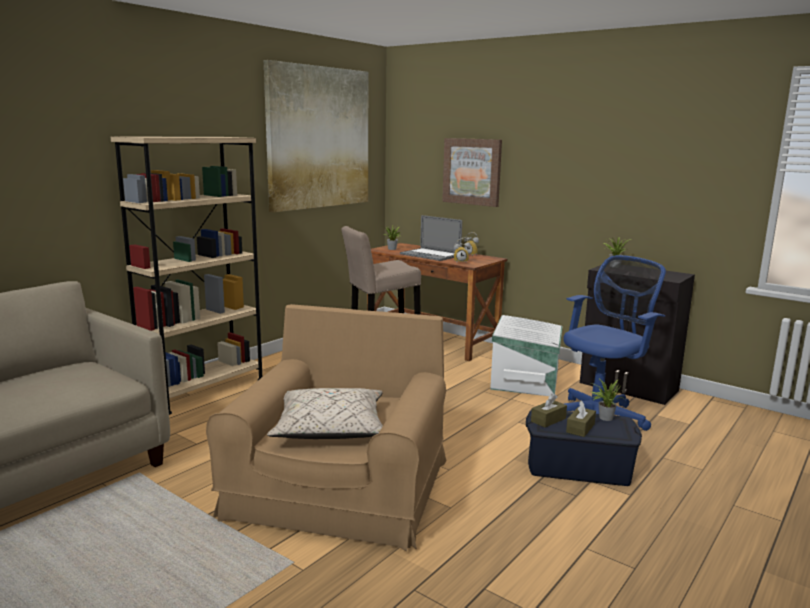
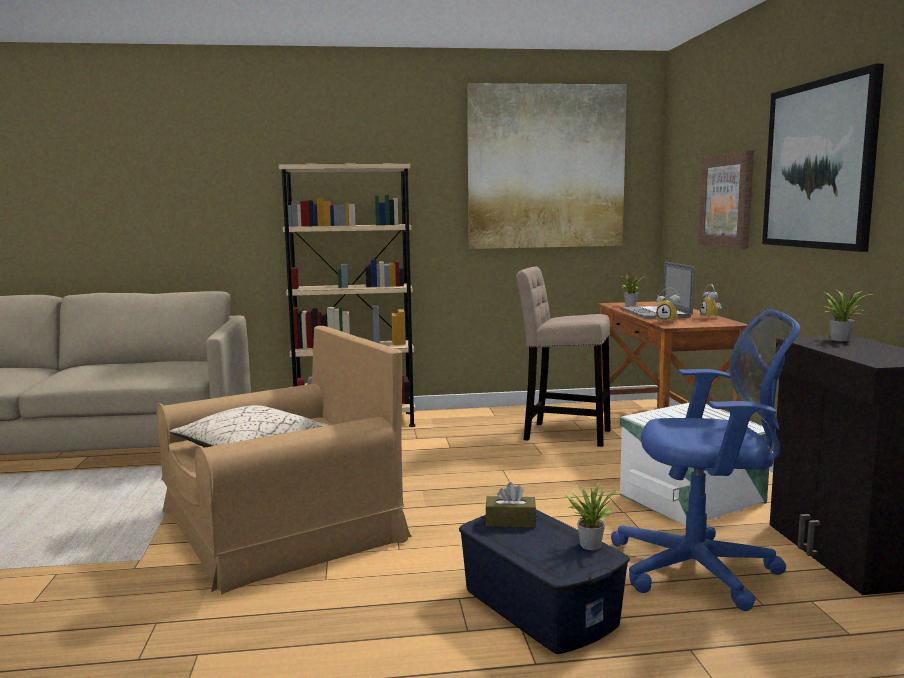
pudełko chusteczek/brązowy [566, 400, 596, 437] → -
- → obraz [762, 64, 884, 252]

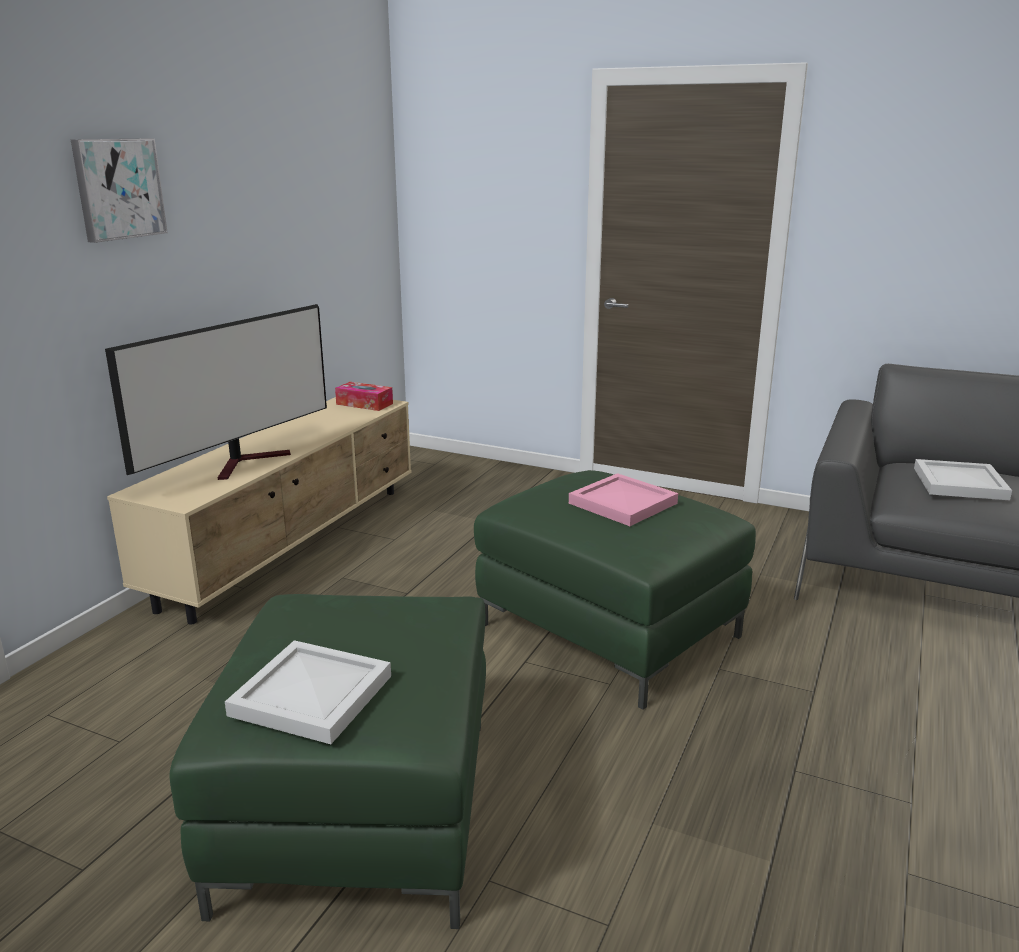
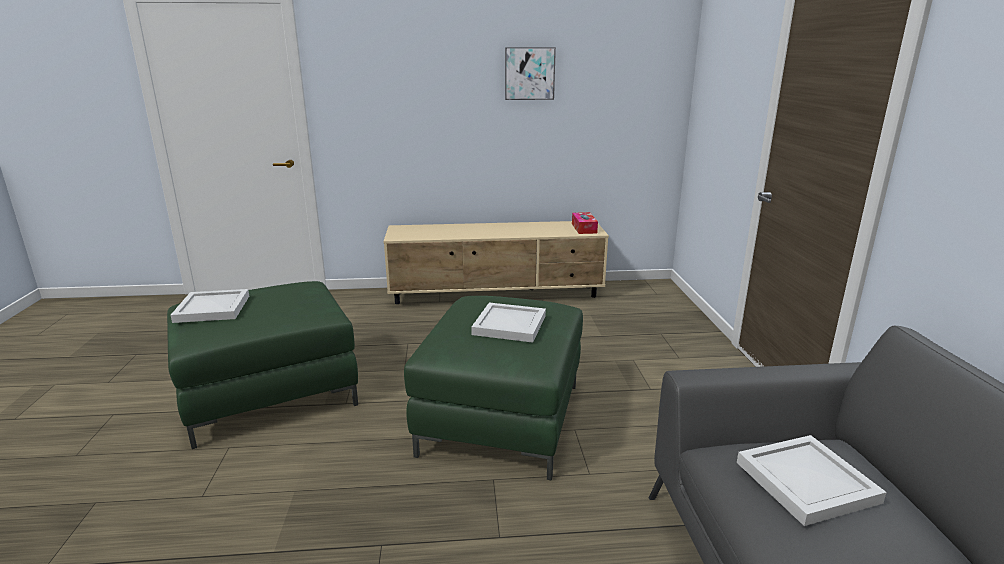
obraz [71, 139, 168, 243] → obraz [505, 47, 556, 100], moved
telewizor [105, 304, 327, 480] → -
taca/różowy [569, 473, 678, 526] → taca/biały [471, 303, 546, 343]

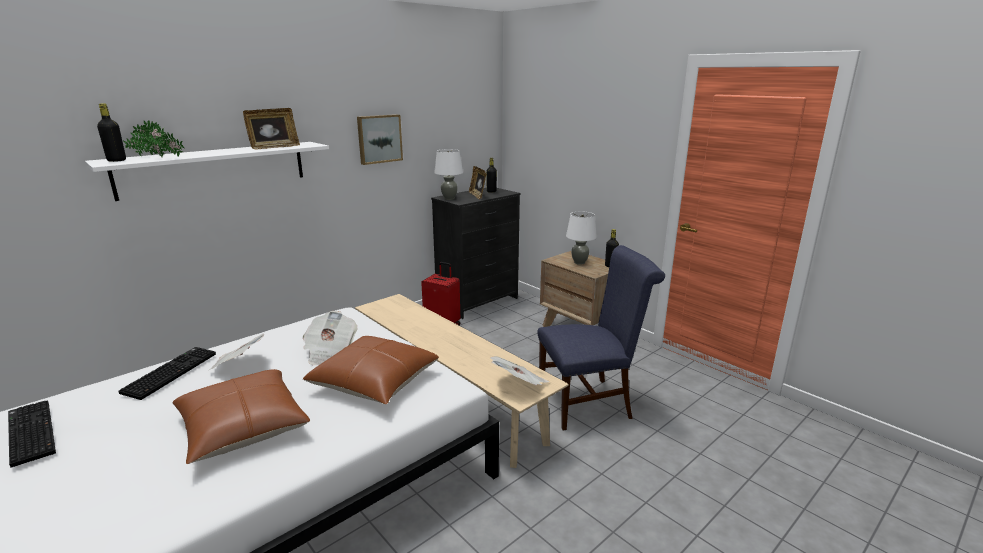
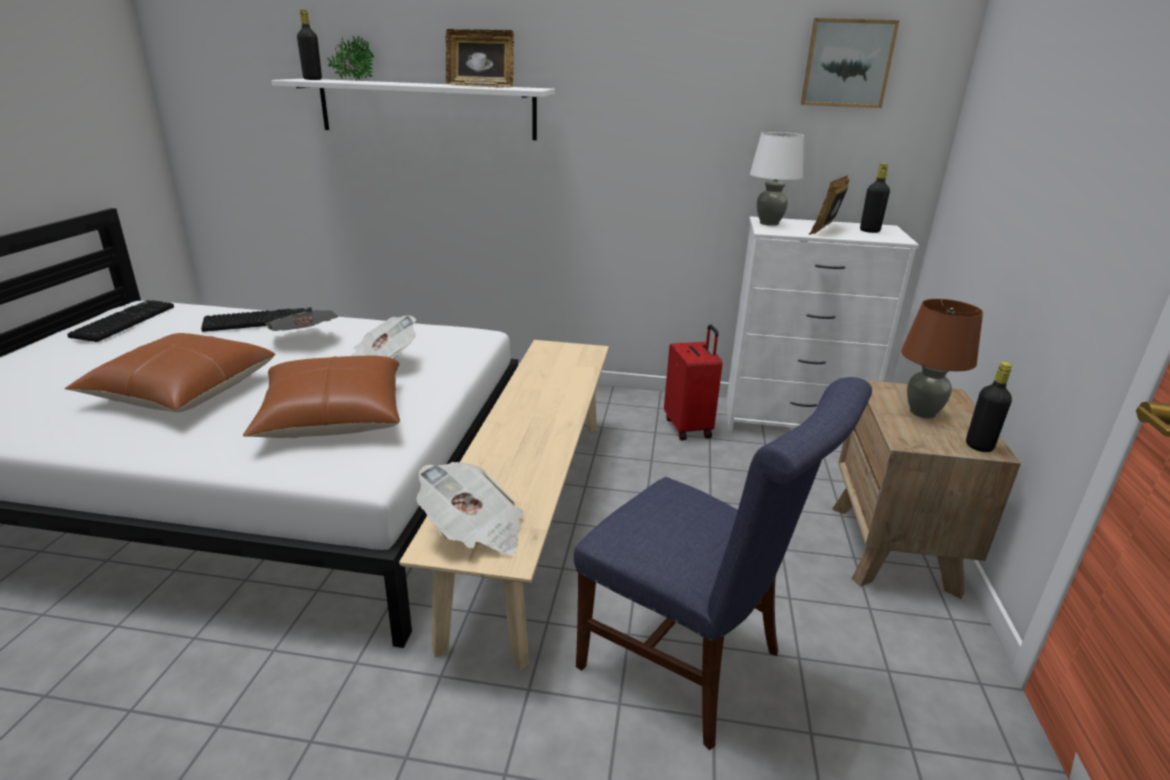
obraz [357, 114, 403, 165] → obraz [801, 18, 900, 108], moved
komoda/czarny [431, 188, 521, 319] → komoda/biały [726, 216, 919, 433]
lampa stołowa/biały [566, 211, 597, 265] → lampa stołowa/brązowy [901, 299, 983, 418]

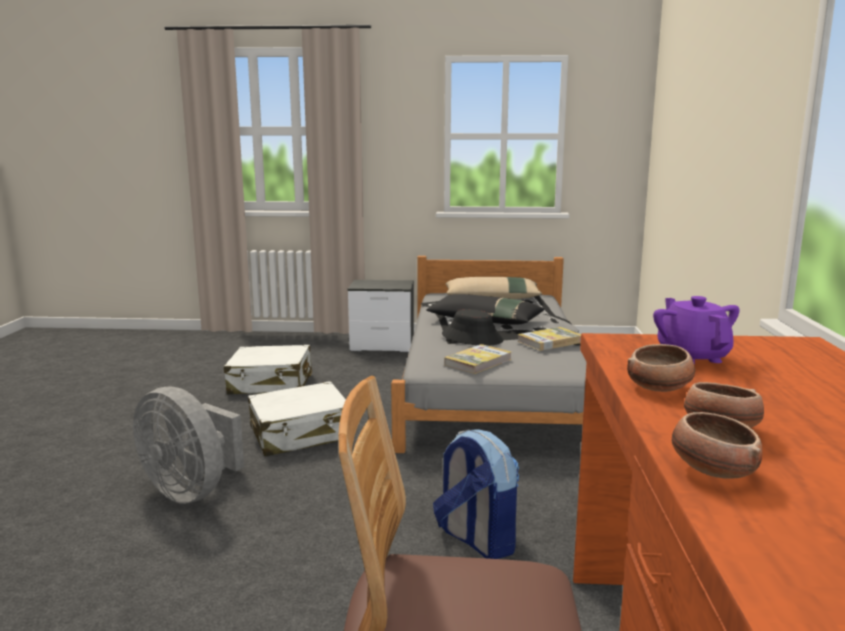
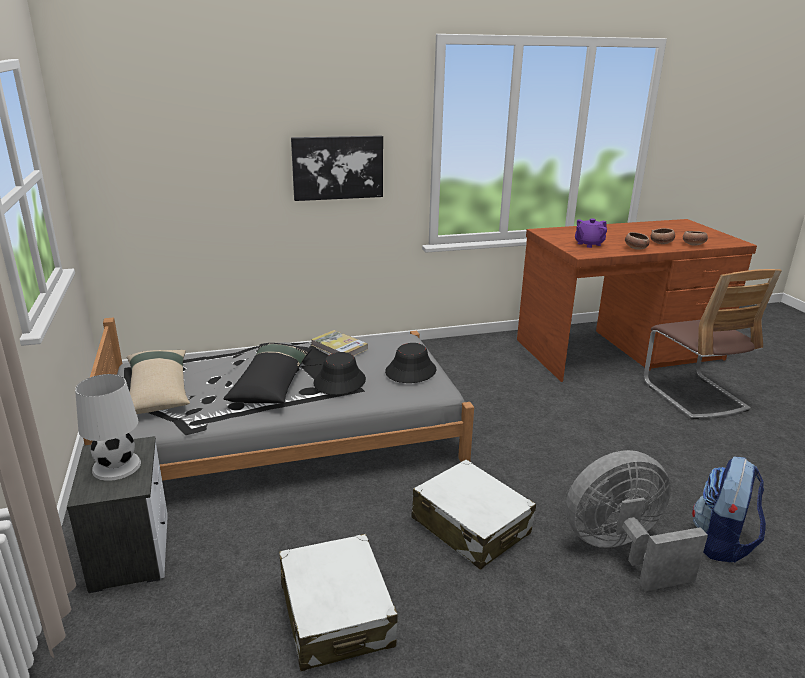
książka [444, 344, 512, 374] → kapelusz/czarny [385, 343, 436, 383]
wentylator/szary [133, 386, 244, 504] → wentylator/szary [566, 450, 708, 591], 120 degrees counterclockwise
plecak [433, 429, 519, 559] → plecak [692, 456, 766, 562], moved
- → obraz [291, 135, 383, 201]
- → lampa stołowa/biały [75, 374, 141, 481]

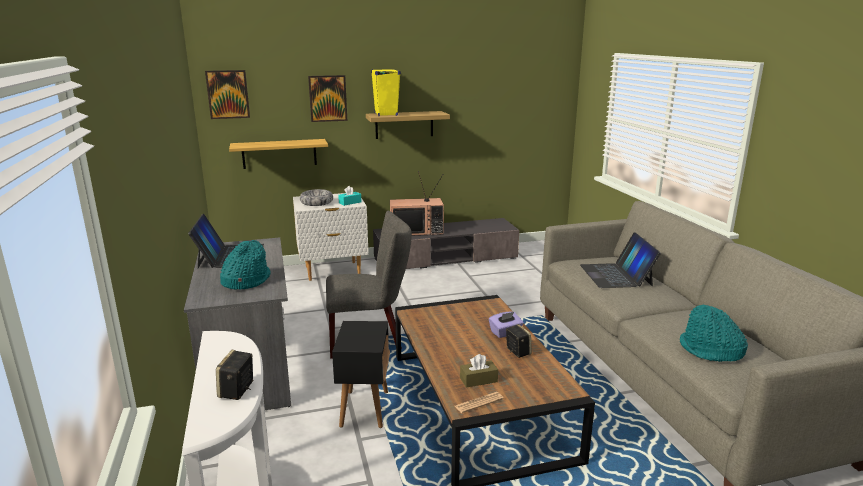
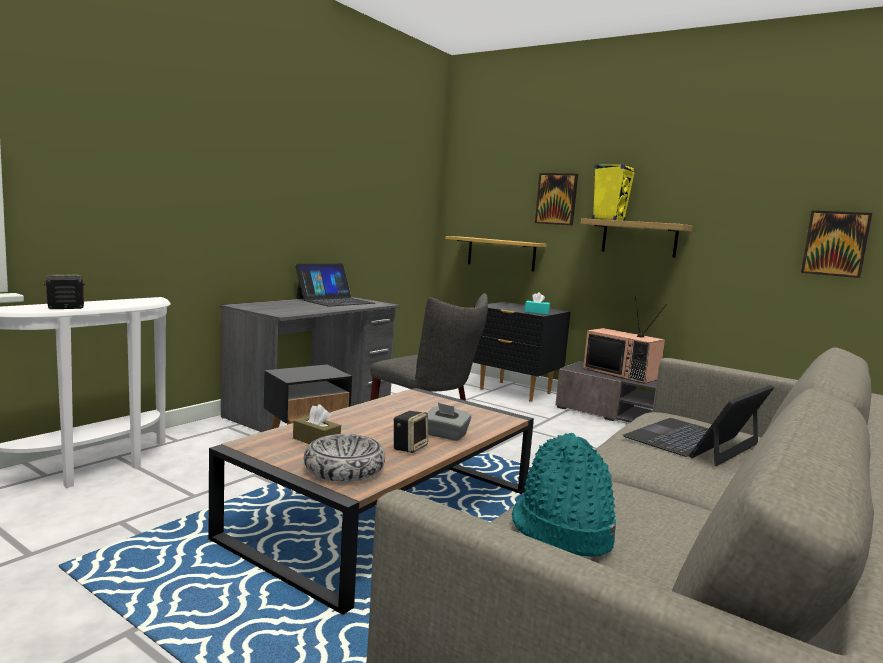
obraz [205, 70, 250, 119] → obraz [801, 210, 872, 278], moved
miska [300, 189, 333, 206] → miska [304, 434, 385, 482], moved
szafka nocna/biały [293, 193, 369, 281] → szafka nocna/czarny [473, 302, 571, 402]
kapelusz/turkusowy [220, 240, 271, 289] → -
pudełko chusteczek/fioletowy [489, 312, 524, 338] → pudełko chusteczek/szary [428, 403, 471, 441]
gazeta [455, 392, 504, 413] → -

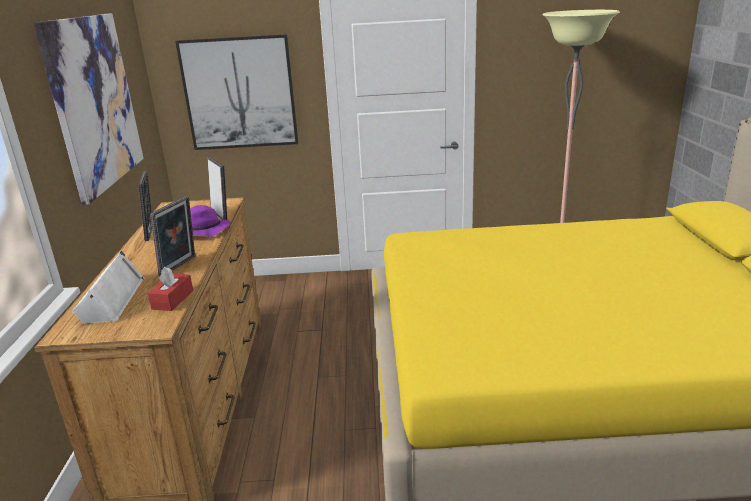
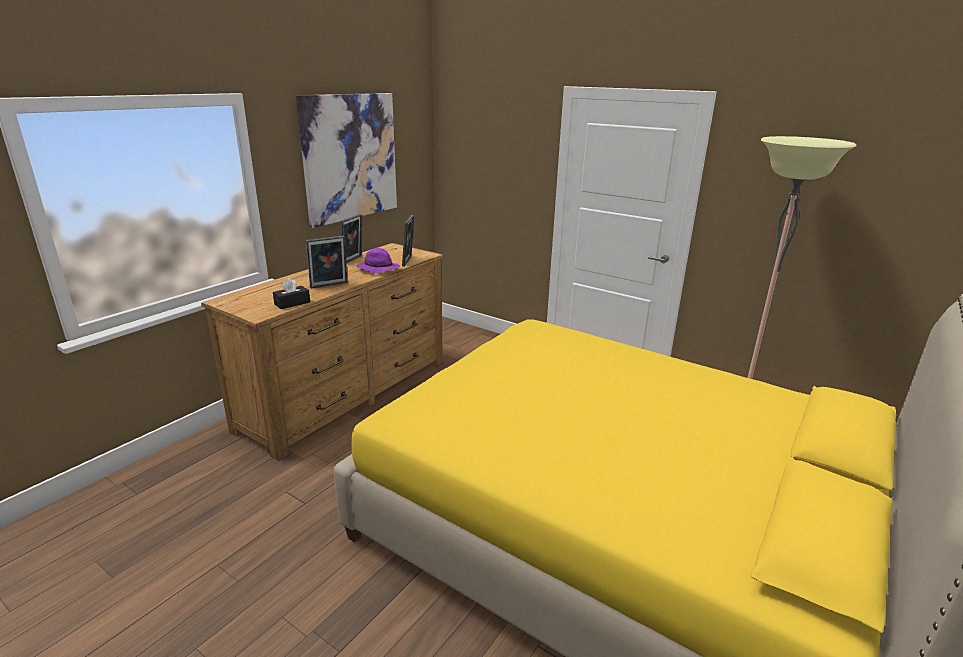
obraz [175, 34, 298, 150] → -
głośnik/biały [72, 251, 144, 324] → -
pudełko chusteczek/czerwony [148, 267, 193, 311] → pudełko chusteczek/czarny [273, 278, 310, 309]

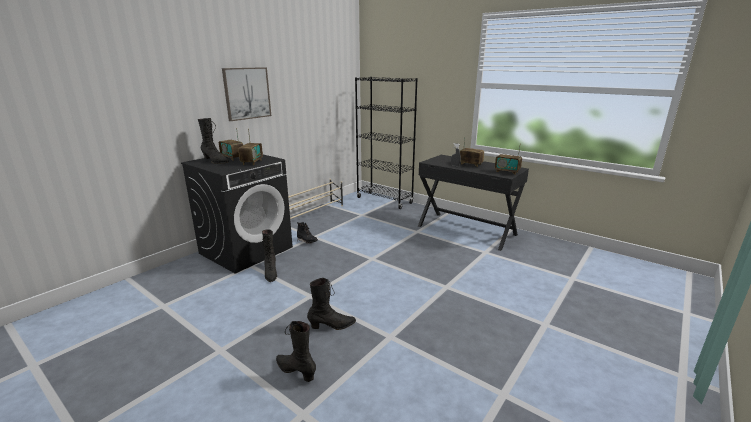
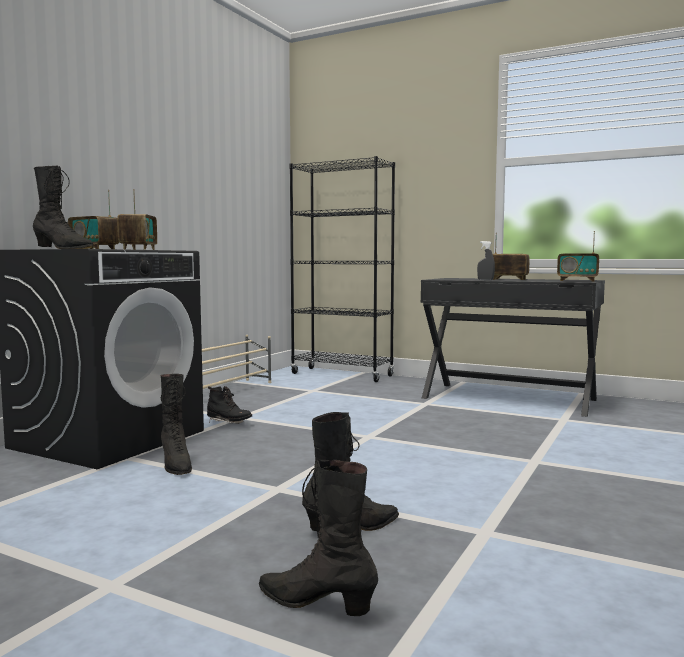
obraz [222, 67, 271, 121] → -

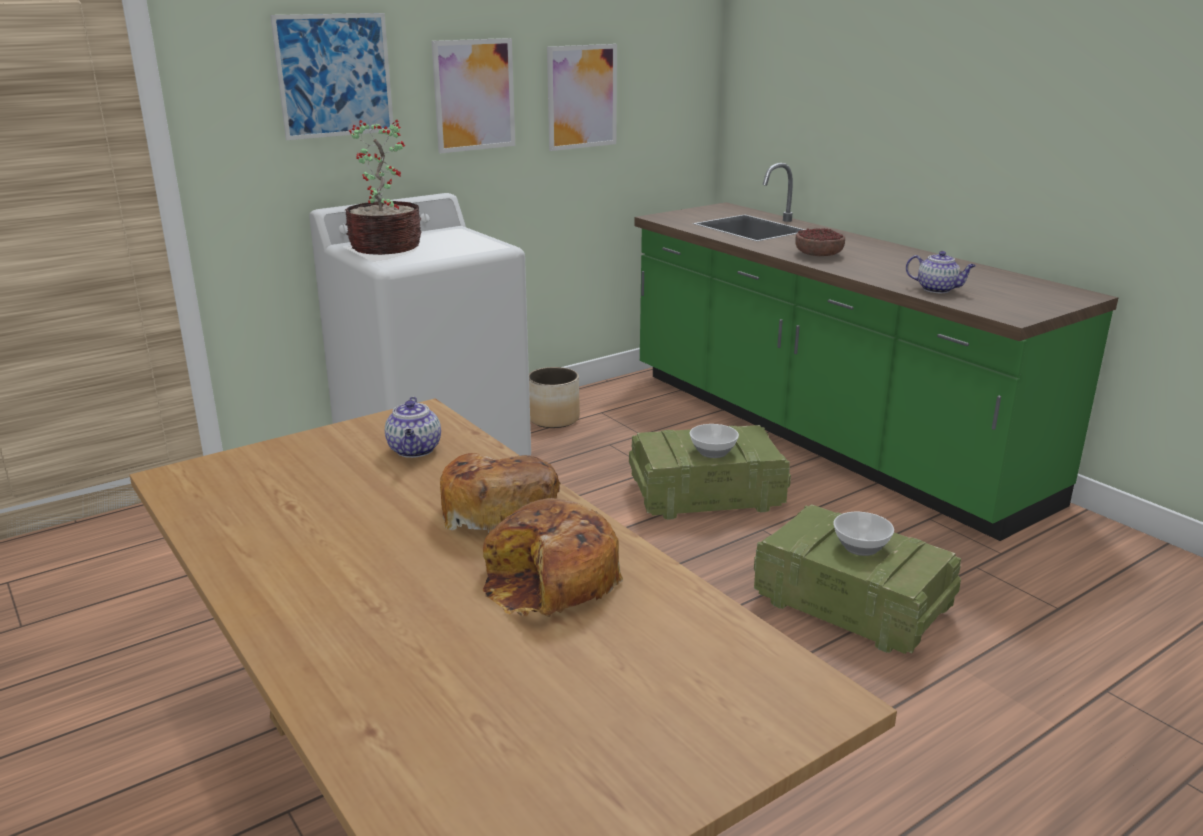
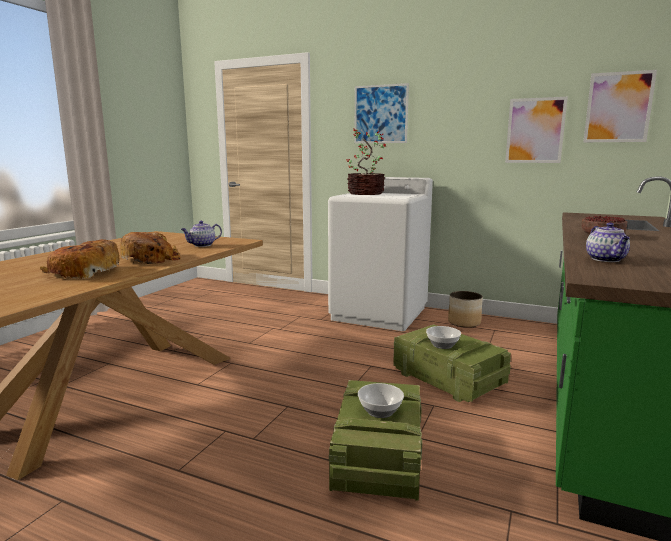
obraz [431, 38, 515, 153] → obraz [583, 70, 657, 142], moved

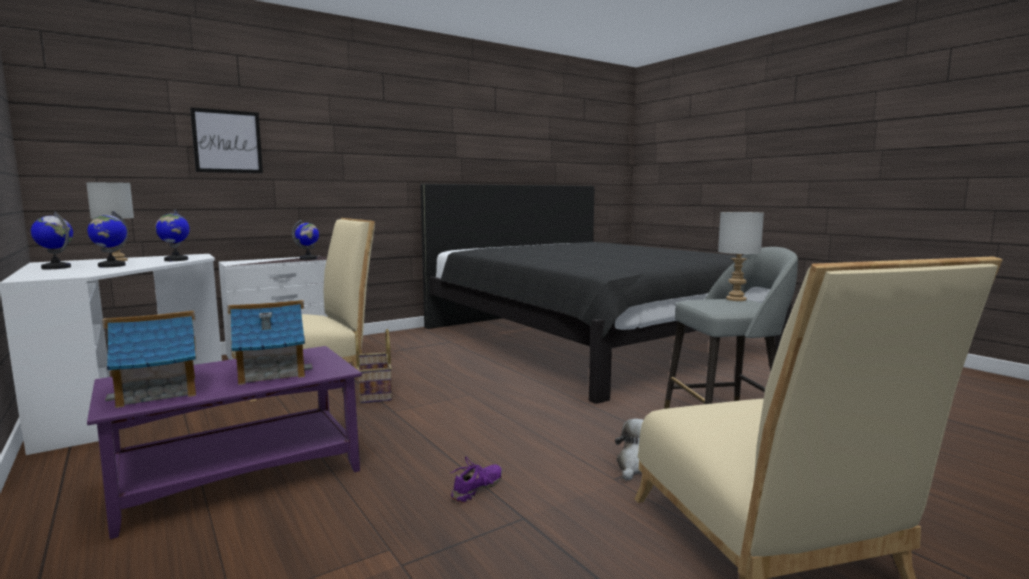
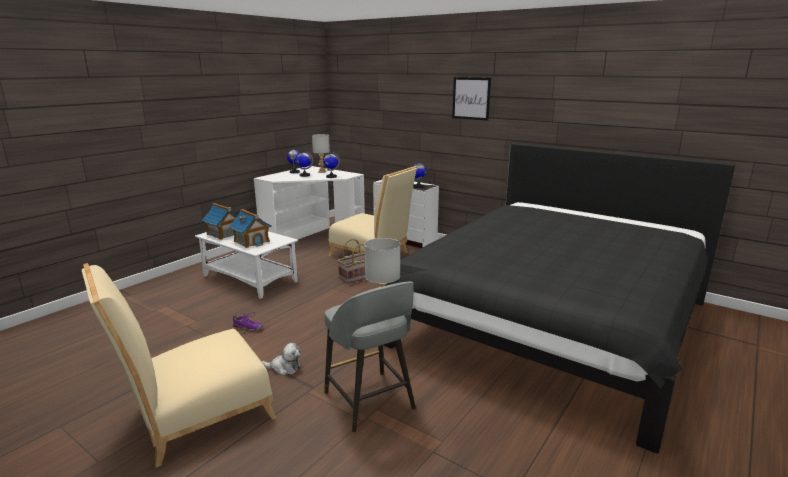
obraz [190, 107, 263, 173] → obraz [452, 77, 491, 121], moved
ława/fioletowy [87, 346, 362, 539] → ława/biały [195, 231, 298, 299]

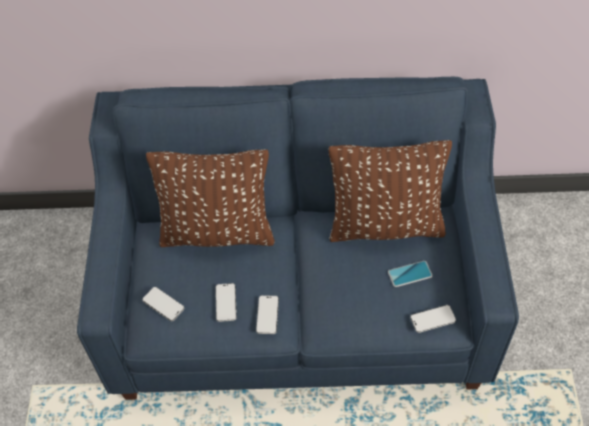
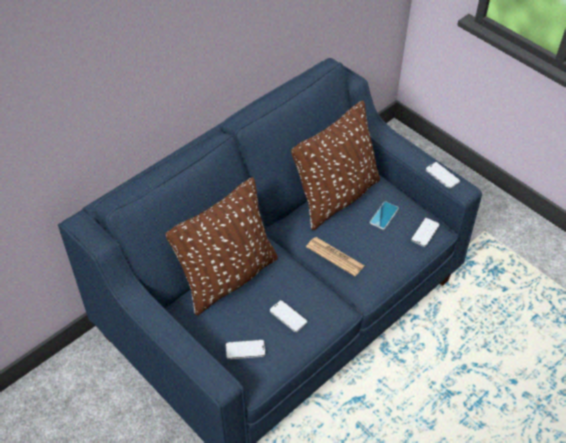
telefon [256, 295, 279, 334] → telefon [426, 162, 460, 189], moved
- → gazeta [306, 237, 364, 276]

